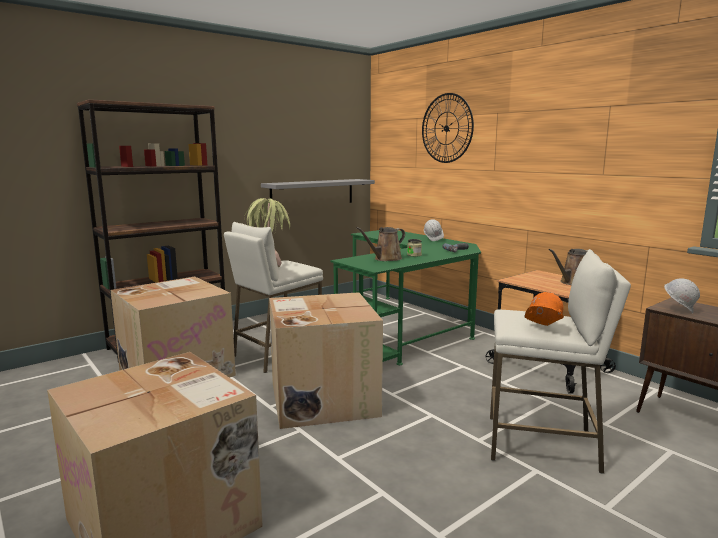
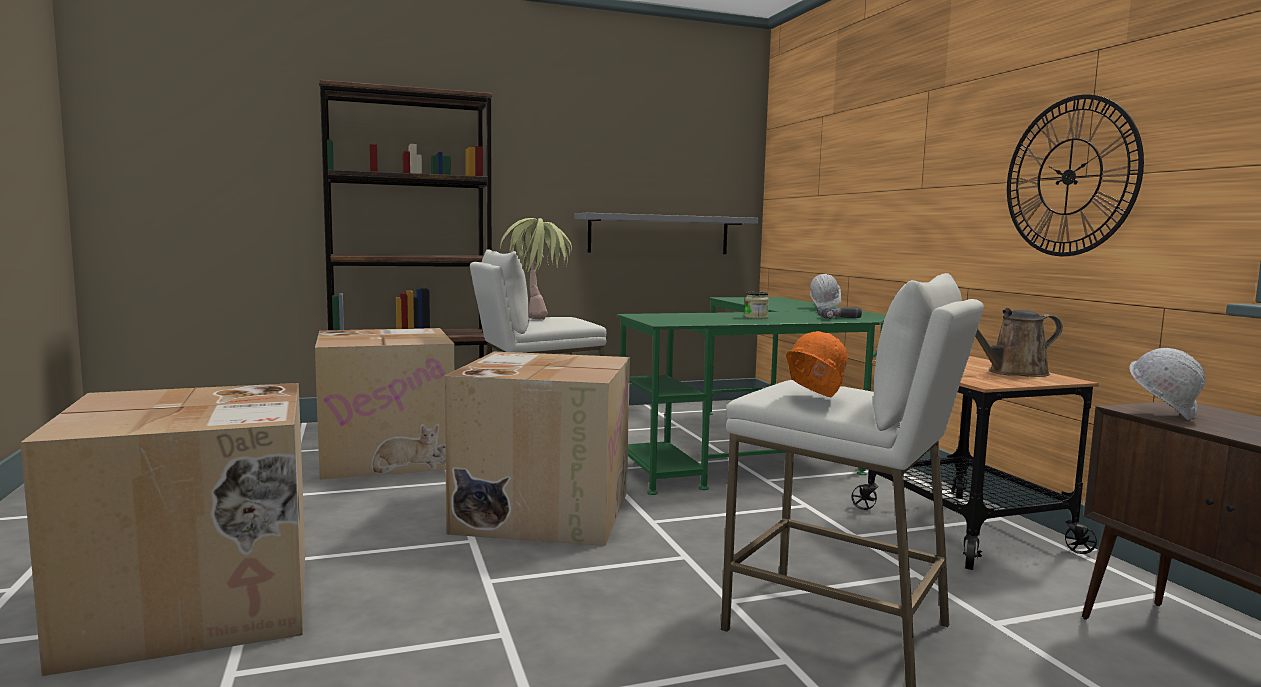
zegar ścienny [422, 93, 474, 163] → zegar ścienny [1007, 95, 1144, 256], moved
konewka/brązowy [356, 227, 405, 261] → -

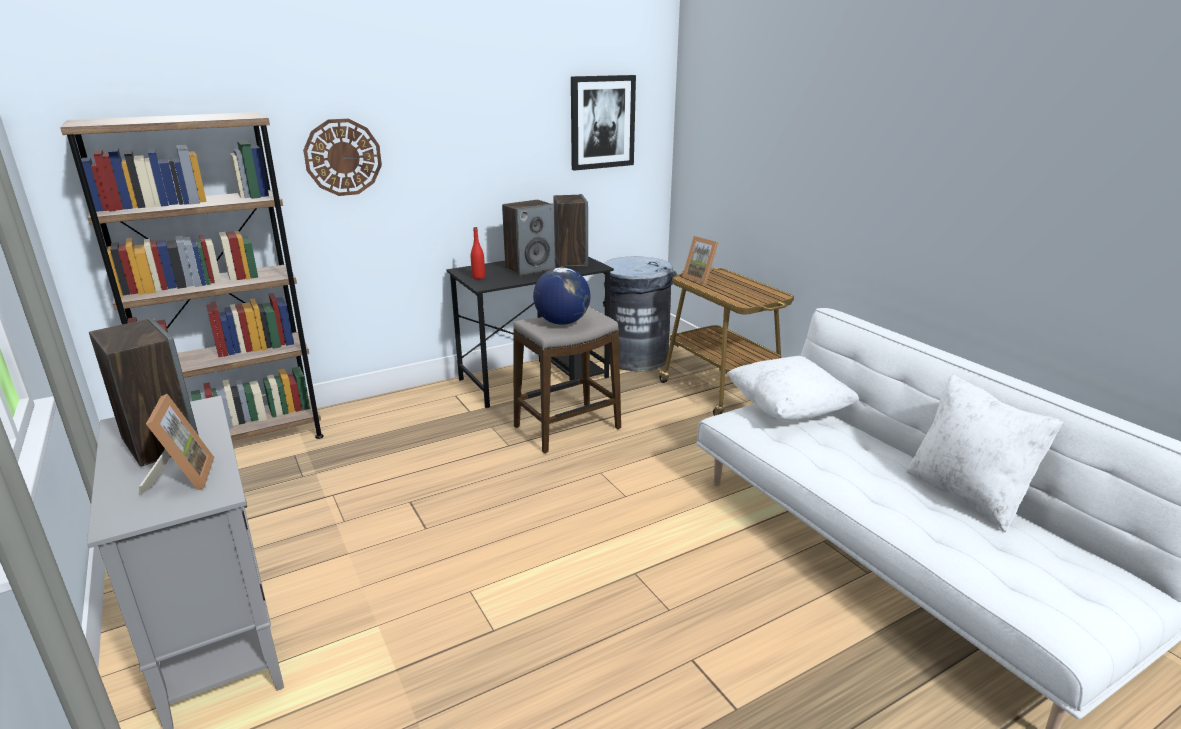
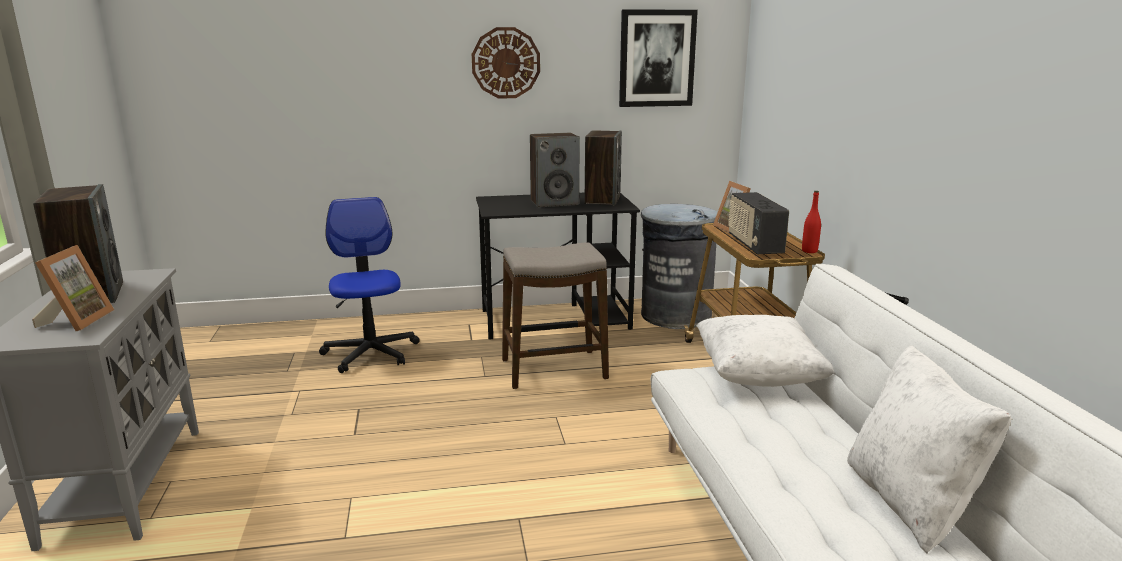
regał/brązowy [60, 112, 324, 441] → -
zegar ścienny [303, 119, 382, 196] → zegar ścienny [472, 27, 540, 99], moved
butelka/czerwony [471, 227, 485, 279] → butelka/czerwony [802, 191, 821, 253], moved
globus [533, 267, 590, 325] → -
- → radio [728, 192, 789, 254]
- → krzesło biurowe [319, 197, 420, 373]

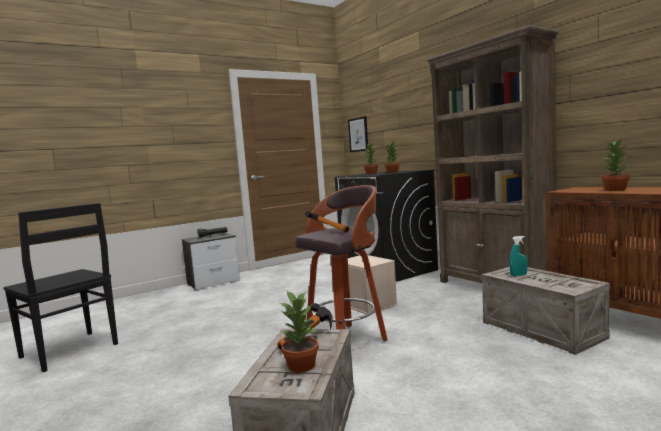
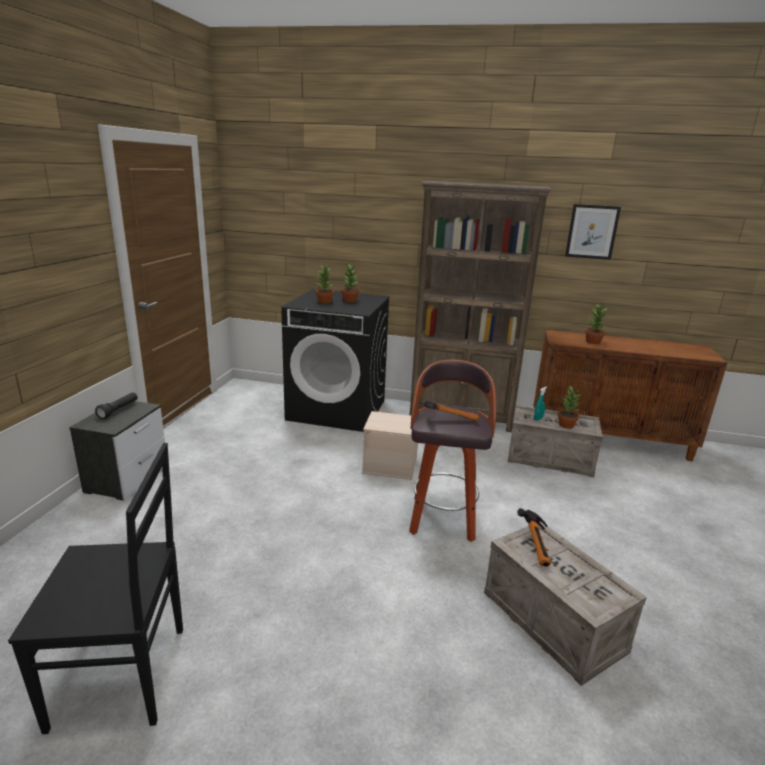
obraz [348, 116, 368, 152] → obraz [565, 204, 621, 260], moved
roślina doniczkowa [279, 291, 319, 372] → roślina doniczkowa [558, 386, 581, 429], moved

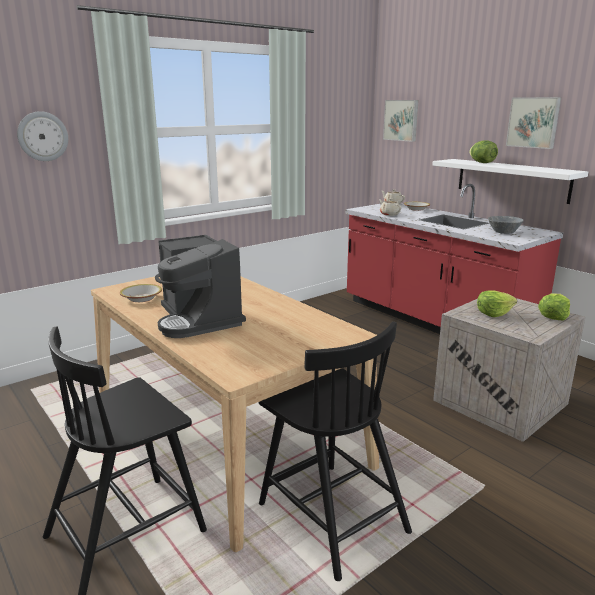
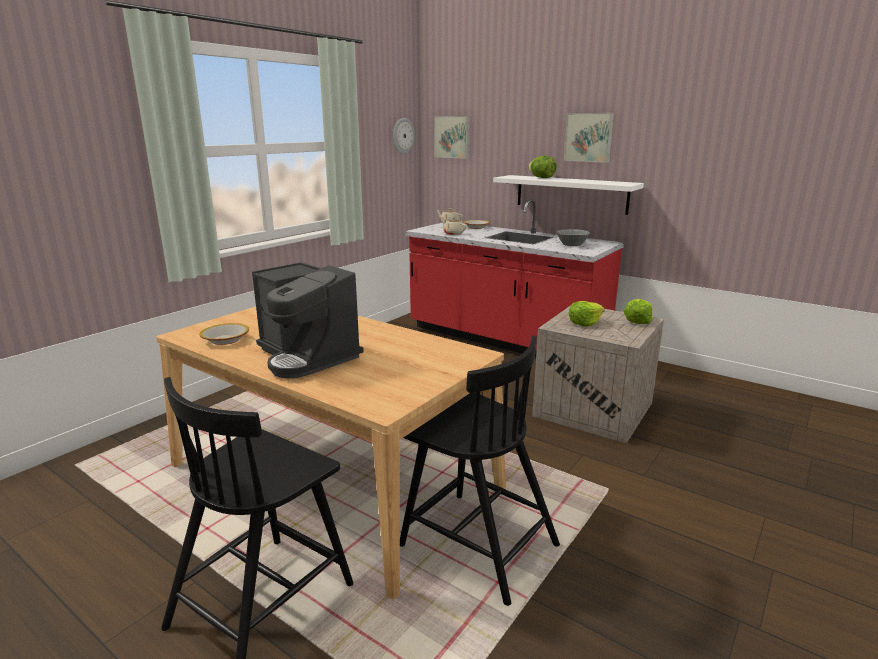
zegar ścienny [17, 111, 68, 161] → zegar ścienny [393, 118, 415, 154], moved

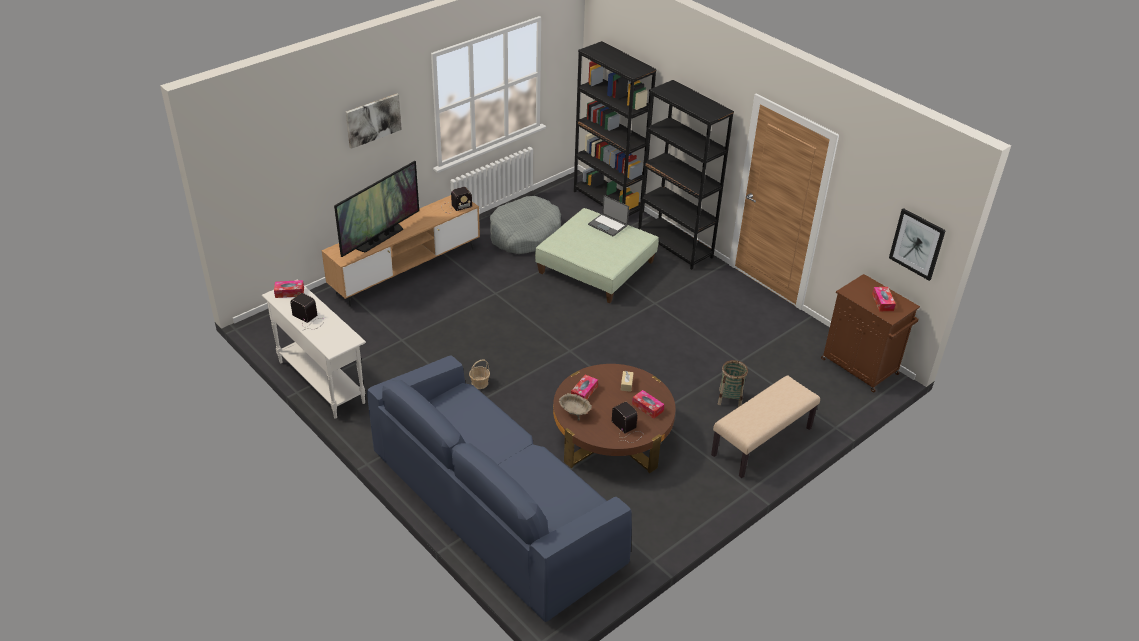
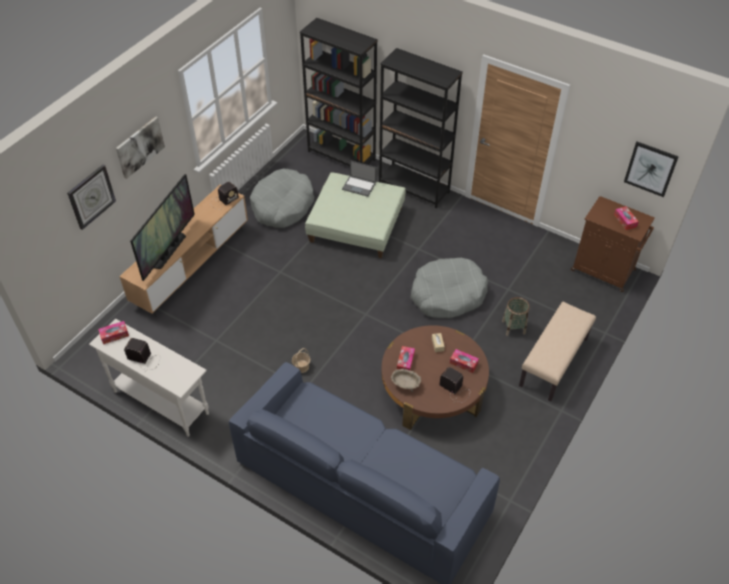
- → zegar ścienny [67, 165, 116, 230]
- → legowisko/szary [410, 258, 488, 318]

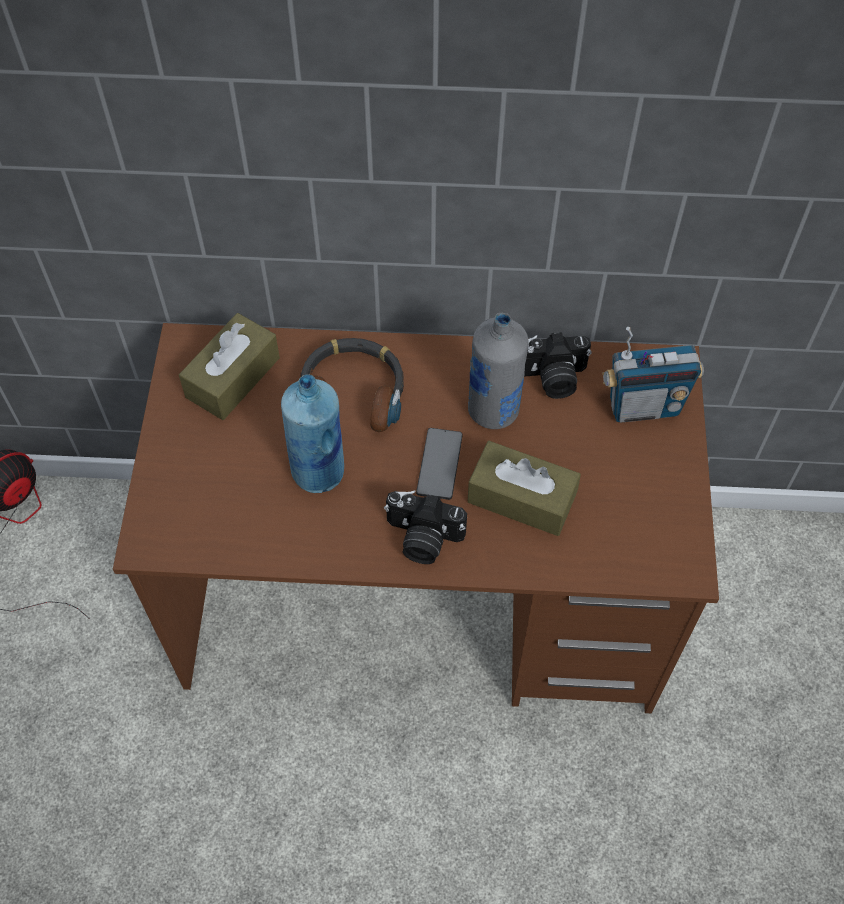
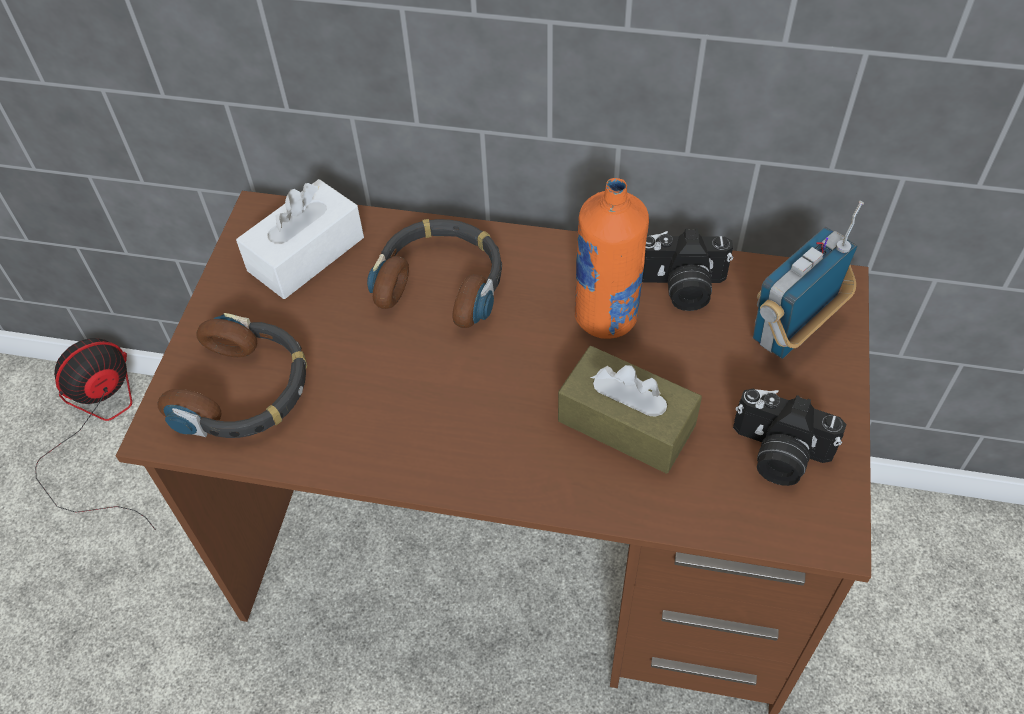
pudełko chusteczek/brązowy [179, 313, 280, 420] → pudełko chusteczek/biały [236, 179, 364, 299]
butelka/szary [468, 313, 529, 429] → butelka/pomarańczowy [575, 178, 649, 339]
radio [602, 327, 704, 422] → radio [753, 201, 864, 359], 135 degrees clockwise
butelka/niebieski [281, 374, 344, 493] → -
telefon [416, 428, 463, 500] → -
aparat fotograficzny [384, 491, 467, 564] → aparat fotograficzny [733, 389, 846, 486], moved
- → słuchawki [157, 313, 307, 438]

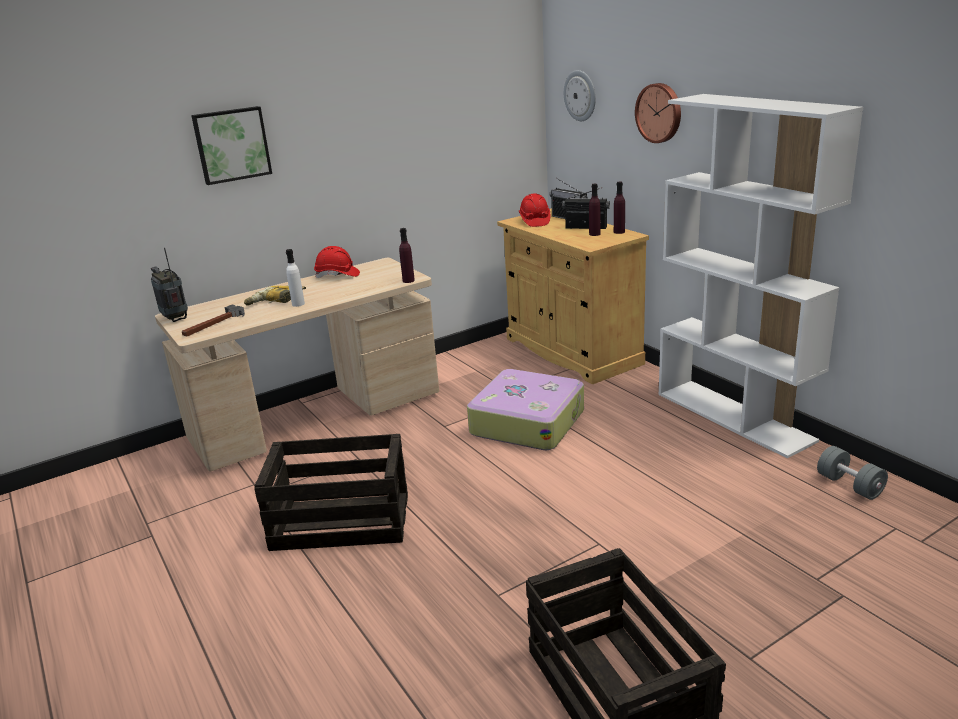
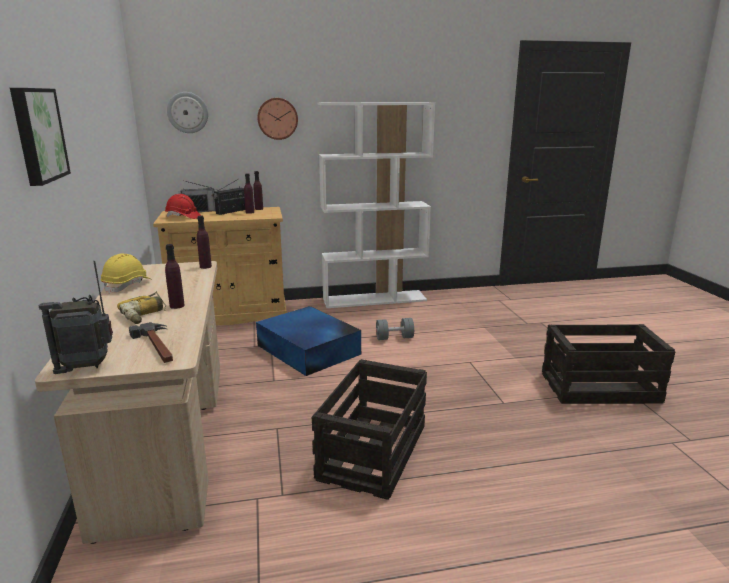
kask/czerwony [314, 246, 360, 278] → kask/żółty [101, 254, 151, 294]
butelka/biały [286, 249, 305, 307] → butelka/fioletowy [165, 244, 185, 309]
walizka [467, 369, 584, 450] → pojemnik do przechowywania/niebieski [256, 306, 361, 376]
hantel/szary [817, 446, 888, 500] → hantel/szary [376, 318, 414, 340], moved

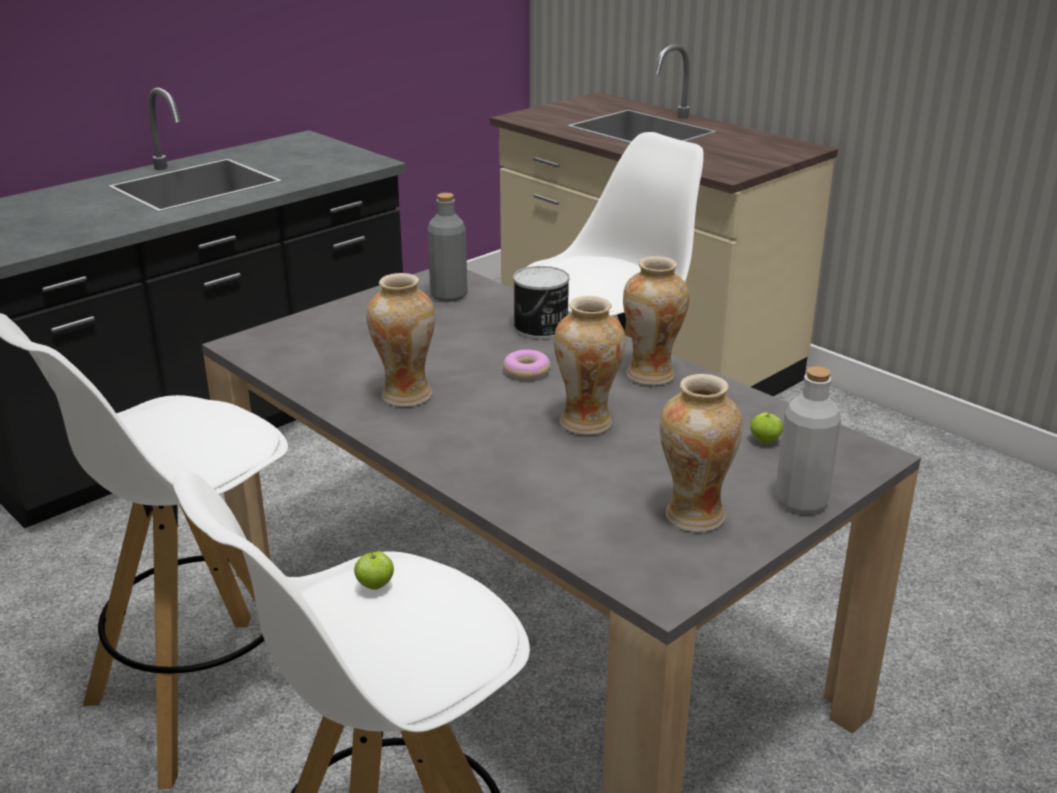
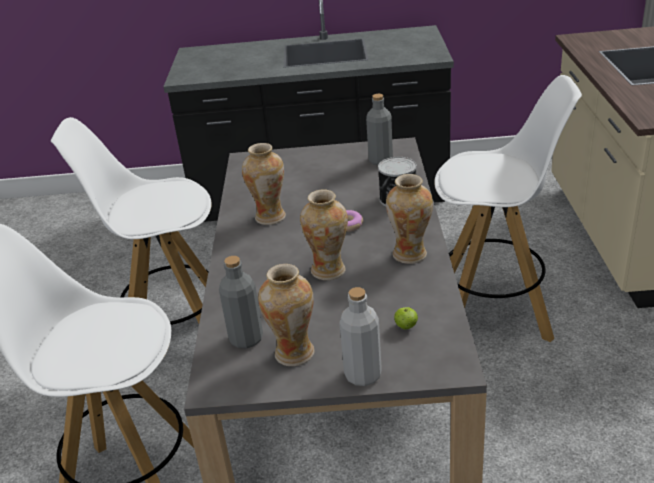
jabłko [354, 549, 394, 590] → -
- → butelka/szary [219, 256, 263, 348]

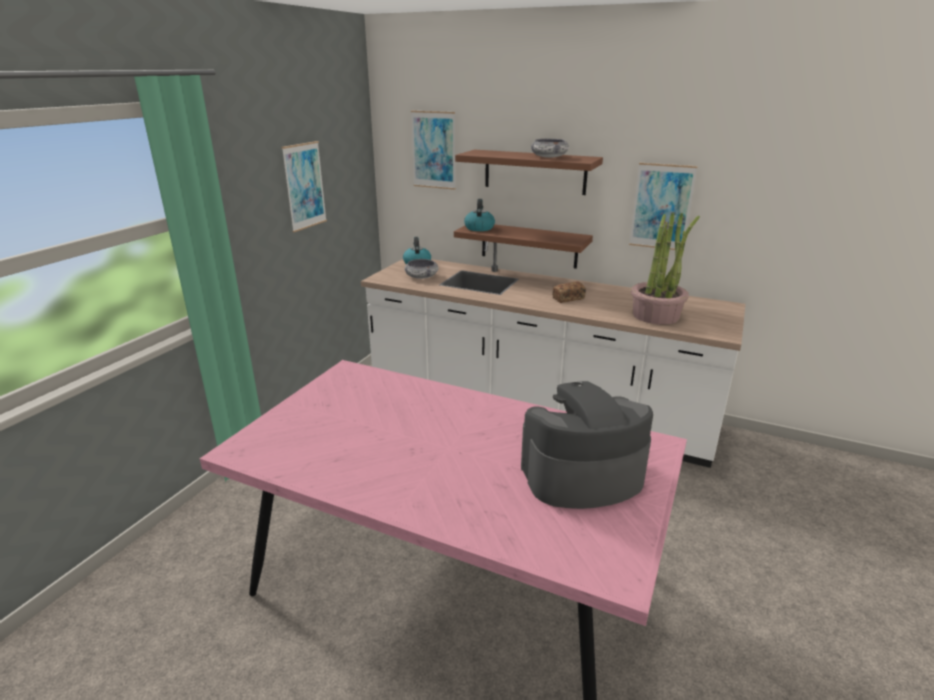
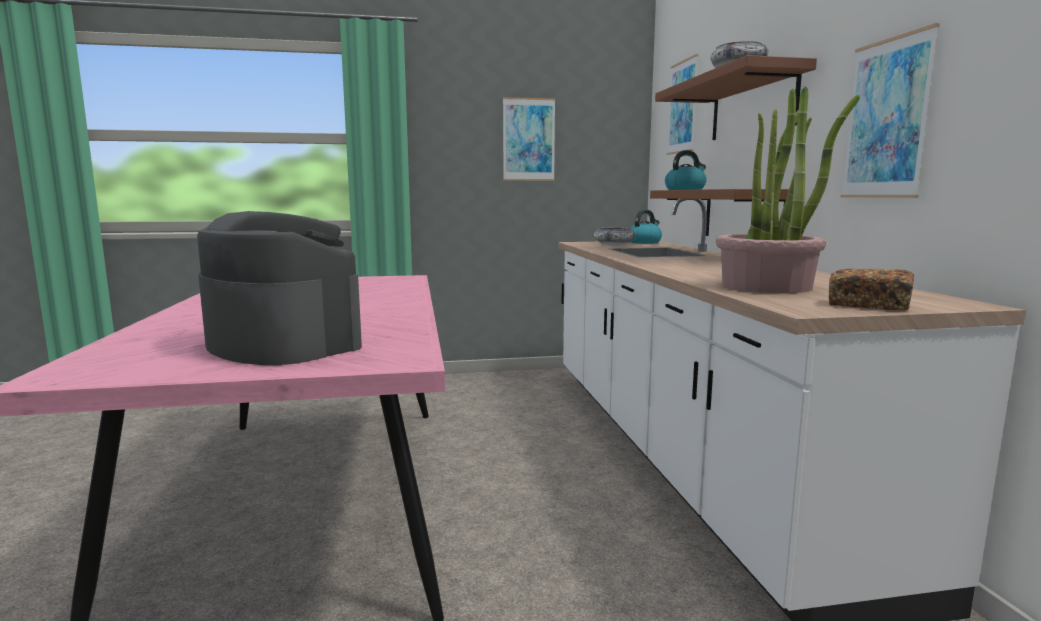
chleb [552, 281, 586, 303] → chleb [829, 269, 914, 310], moved

